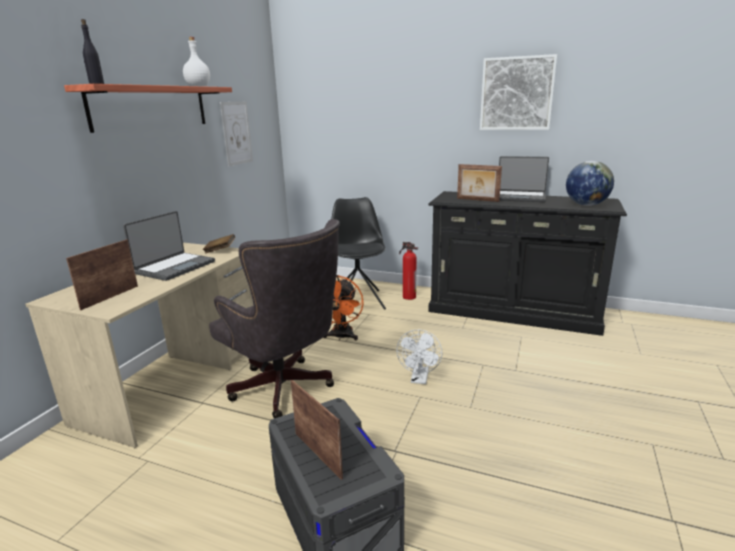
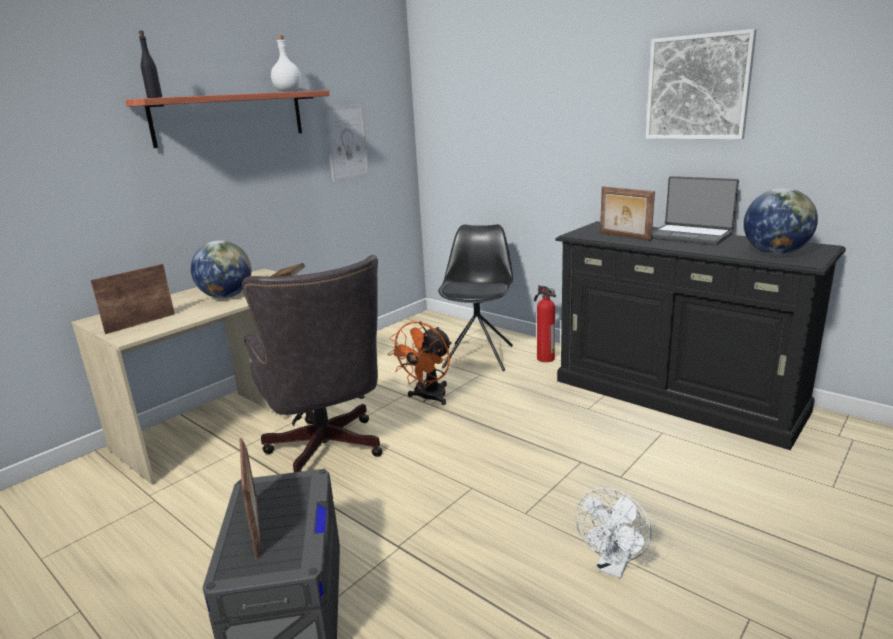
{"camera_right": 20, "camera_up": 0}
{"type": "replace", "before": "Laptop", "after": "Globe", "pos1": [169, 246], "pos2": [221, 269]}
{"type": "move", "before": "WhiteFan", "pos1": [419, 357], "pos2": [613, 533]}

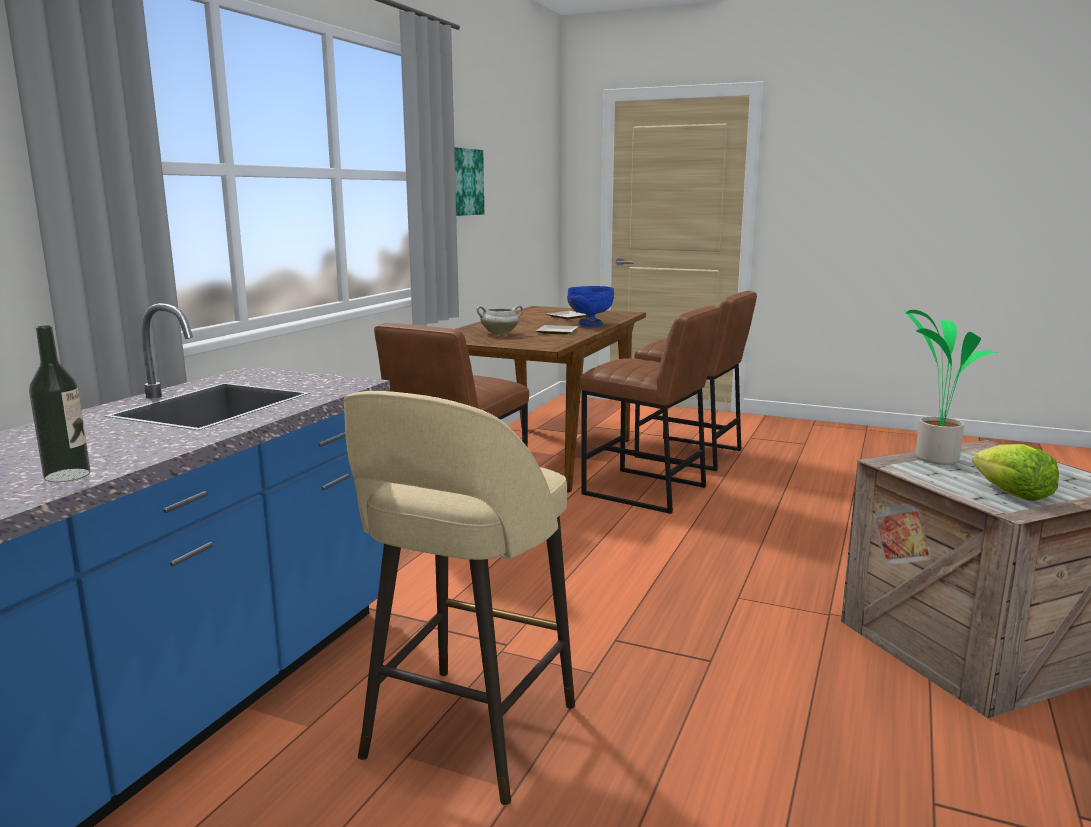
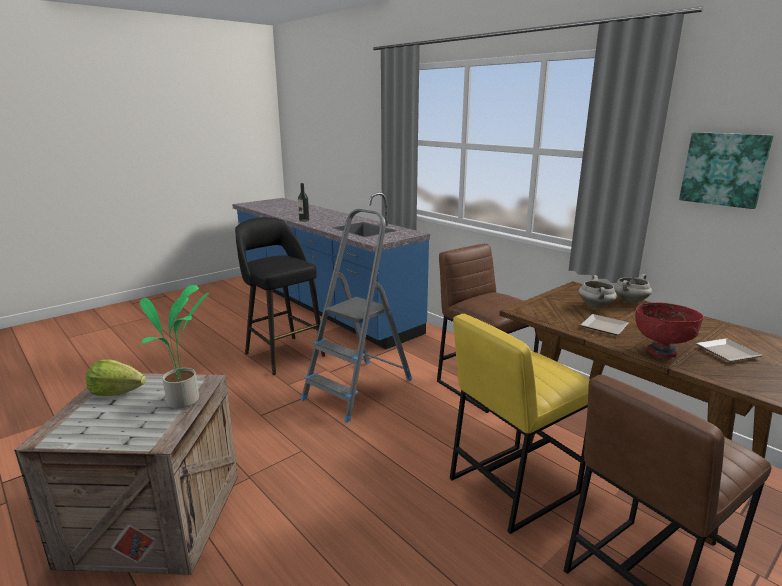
{"camera_right": 115, "camera_up": 5}
{"type": "recolor", "before": "BeigeStool", "after": "BlackStool", "pos1": [459, 598], "pos2": [280, 296]}
{"type": "insert", "after": "GreyStepLadder", "pos2": [356, 316]}
{"type": "recolor", "before": "BrownChair", "after": "YellowChair", "pos1": [650, 409], "pos2": [520, 424]}
{"type": "insert", "after": "WhiteCookingPot", "pos2": [633, 289]}
{"type": "recolor", "before": "BlueBowl", "after": "RedBowl", "pos1": [590, 306], "pos2": [669, 330]}

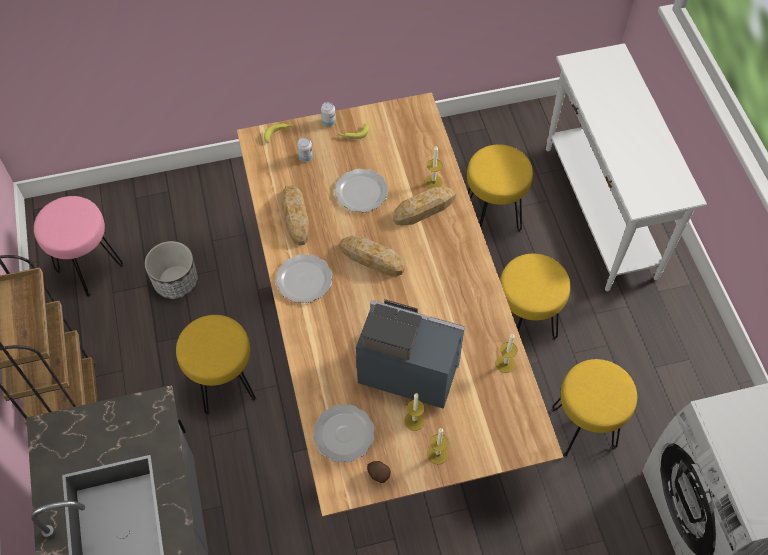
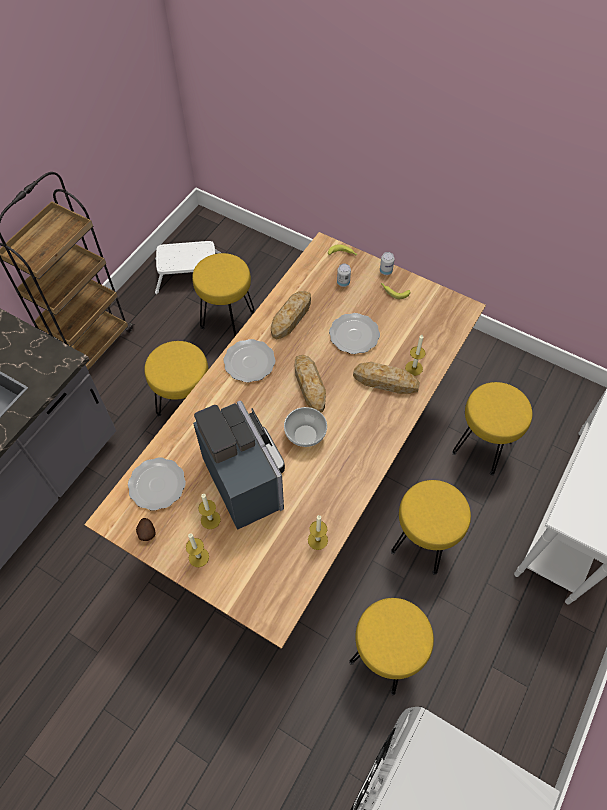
{"camera_right": 45, "camera_up": 0}
{"type": "replace", "before": "PinkStool", "after": "WhiteStepLadder", "pos1": [78, 246], "pos2": [188, 267]}
{"type": "replace", "before": "Planter", "after": "YellowStool", "pos1": [171, 270], "pos2": [223, 295]}
{"type": "insert", "after": "Bowl", "pos2": [305, 427]}

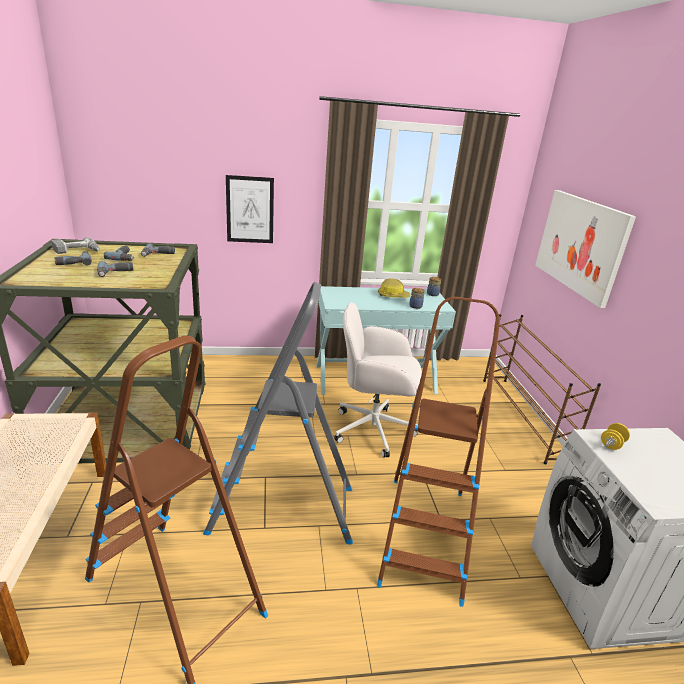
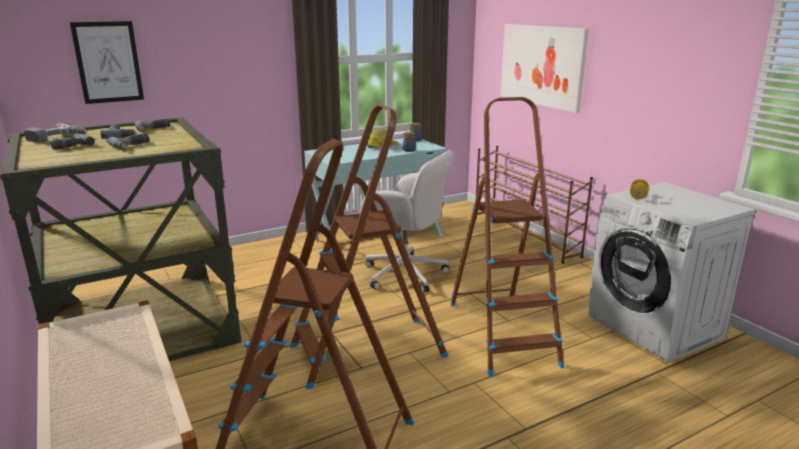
{"camera_right": -20, "camera_up": -5}
{"type": "move", "before": "Picture", "pos1": [250, 209], "pos2": [107, 62]}
{"type": "recolor", "before": "GreyStepLadder", "after": "BrownStepLadder", "pos1": [278, 413], "pos2": [369, 246]}
{"type": "rotate", "before": "WhiteOfficeChair", "pos1": [378, 380], "pos2": [406, 221], "turn": -135}

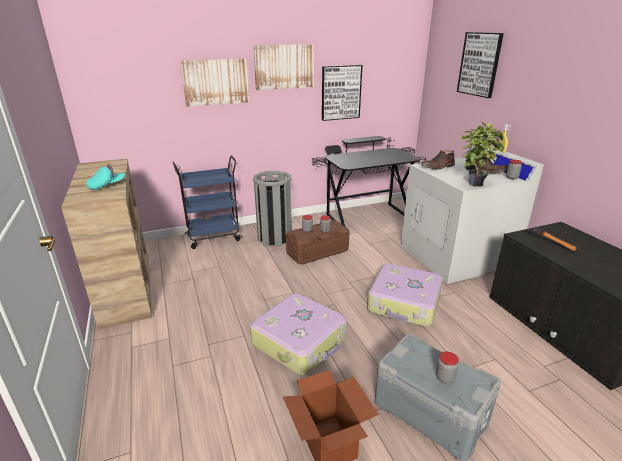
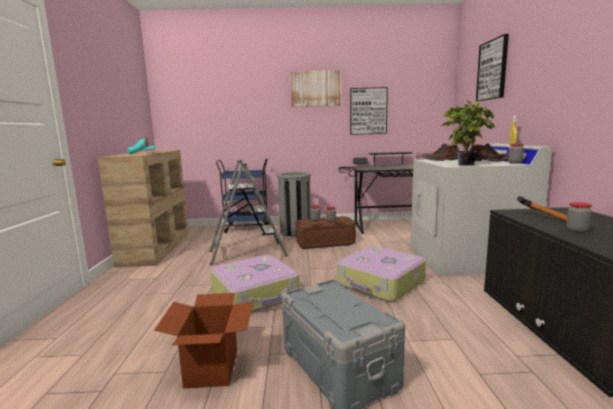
{"camera_right": 20, "camera_up": -15}
{"type": "insert", "after": "GreyStepLadder", "pos2": [248, 212]}
{"type": "move", "before": "Jar", "pos1": [447, 367], "pos2": [579, 217]}
{"type": "delete", "before": "Picture", "pos1": [214, 83]}

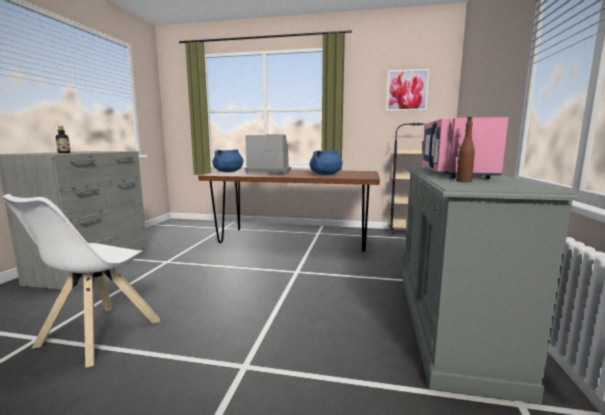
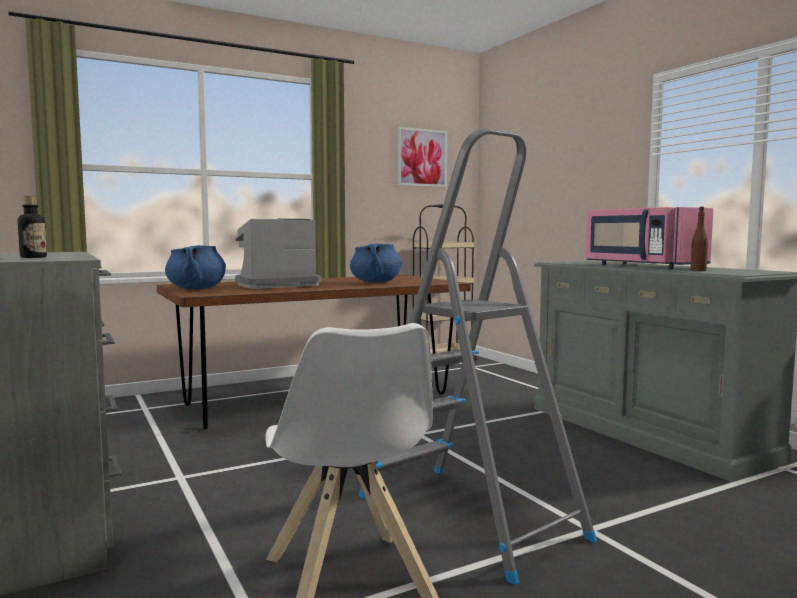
{"camera_right": -40, "camera_up": -5}
{"type": "insert", "after": "GreyStepLadder", "pos2": [478, 356]}

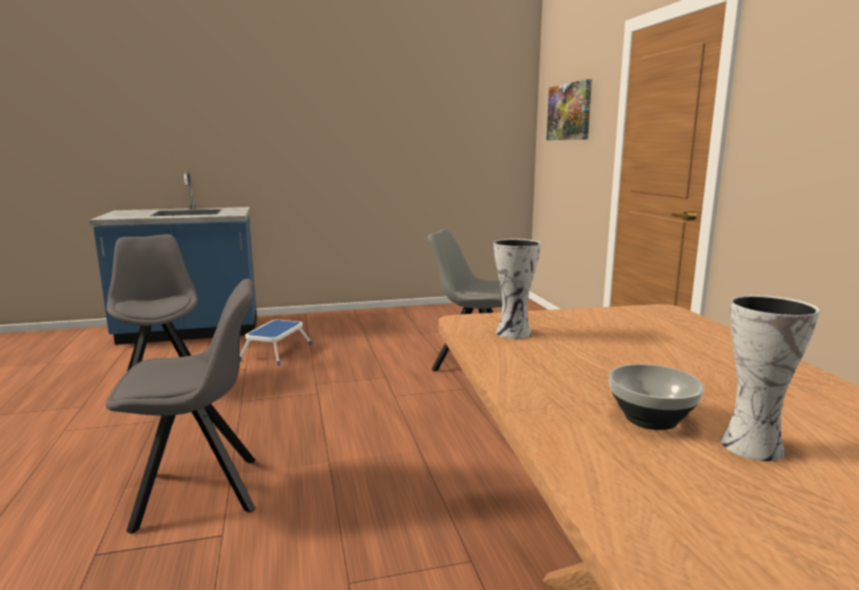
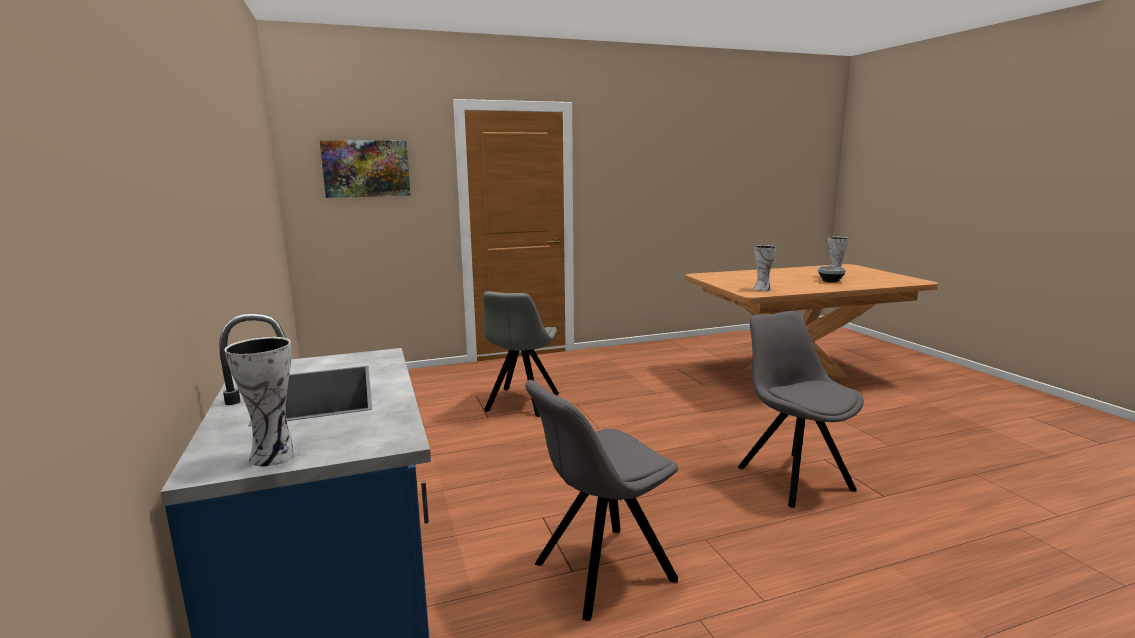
{"camera_right": -95, "camera_up": 0}
{"type": "insert", "after": "Vase", "pos2": [261, 401]}
{"type": "delete", "before": "BlueStepLadder", "pos1": [276, 343]}

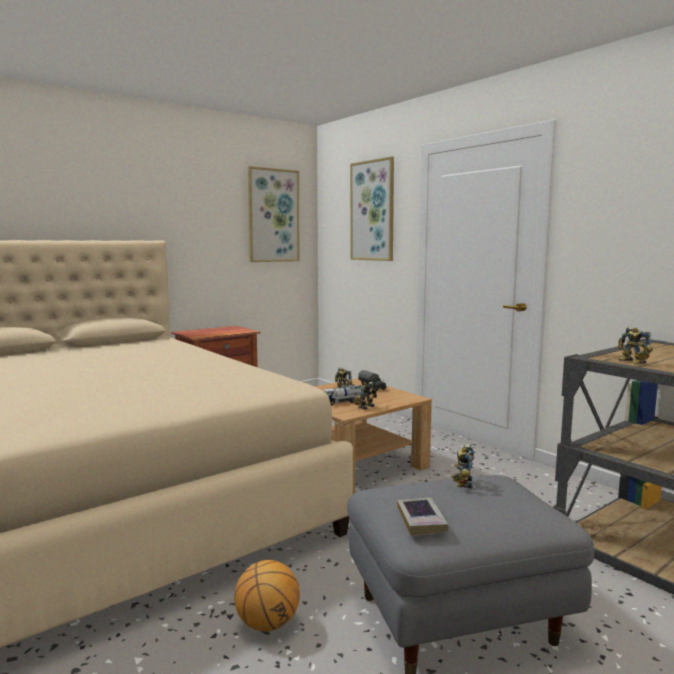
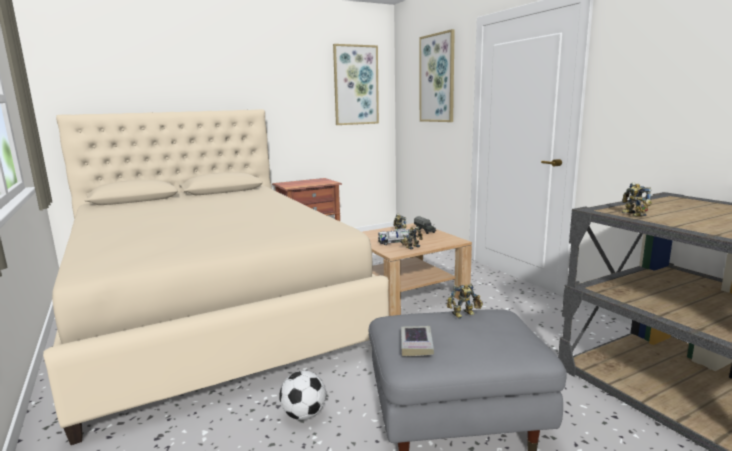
{"camera_right": 10, "camera_up": 5}
{"type": "replace", "before": "Basketball", "after": "Football", "pos1": [267, 596], "pos2": [302, 395]}
{"type": "rotate", "before": "ToyRobot", "pos1": [463, 465], "pos2": [465, 301], "turn": -135}

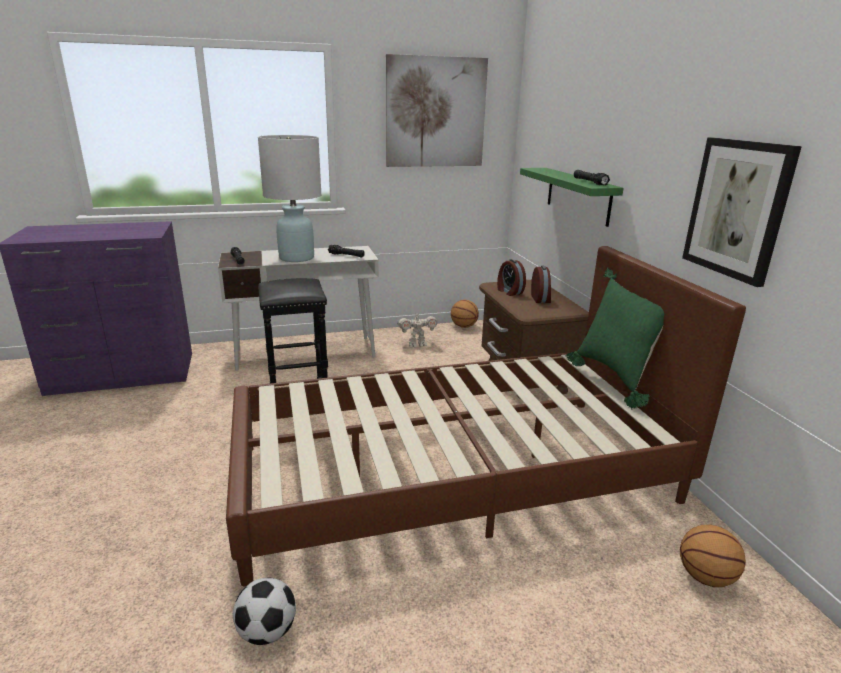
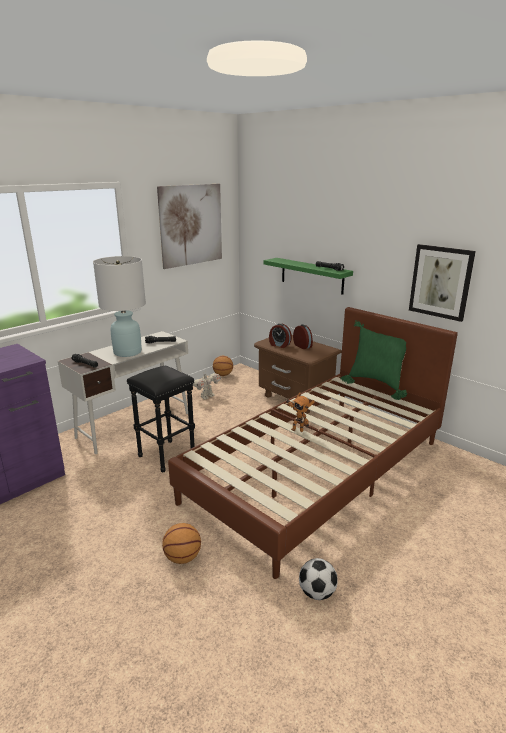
{"camera_right": -30, "camera_up": 0}
{"type": "move", "before": "Basketball", "pos1": [713, 556], "pos2": [181, 543]}
{"type": "insert", "after": "ToyRobot", "pos2": [300, 412]}

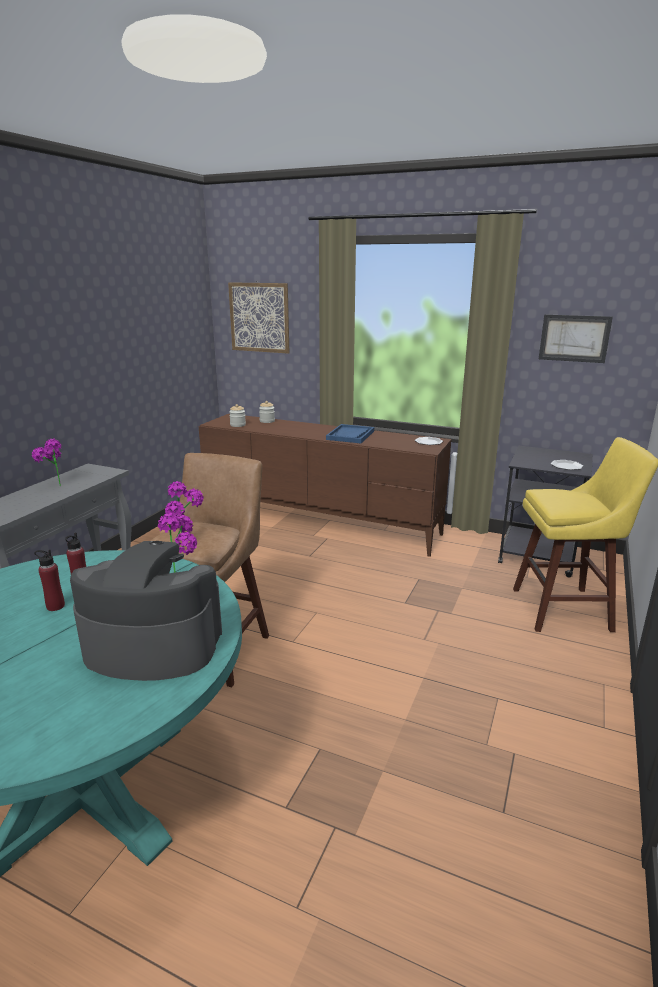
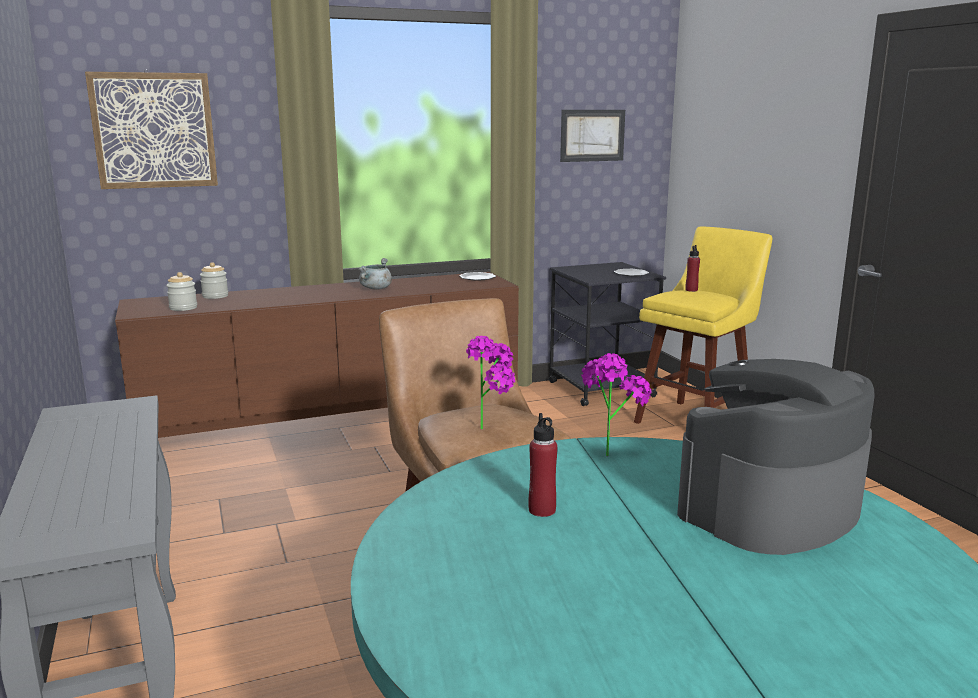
{"camera_right": -45, "camera_up": -5}
{"type": "replace", "before": "BlueTray", "after": "GreyCookingPot", "pos1": [350, 433], "pos2": [375, 274]}
{"type": "move", "before": "RedBottle", "pos1": [49, 580], "pos2": [692, 268]}
{"type": "delete", "before": "PottedPlant", "pos1": [47, 462]}

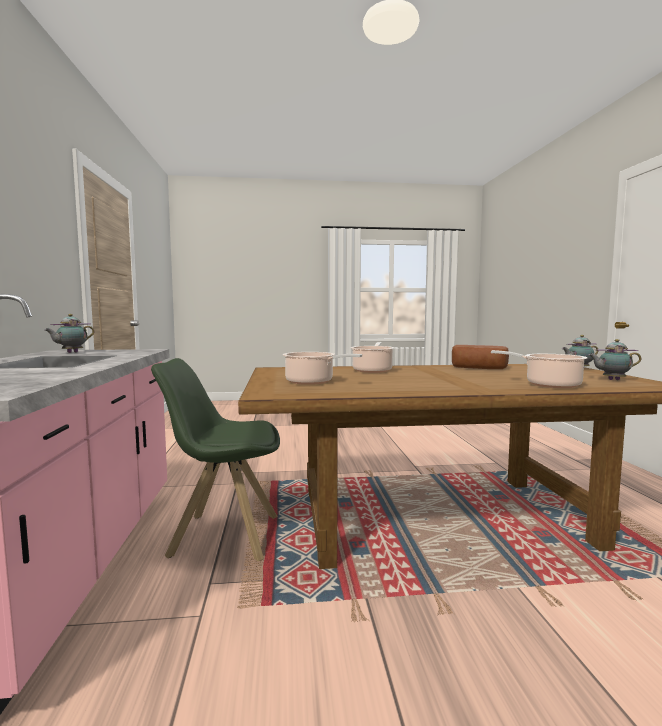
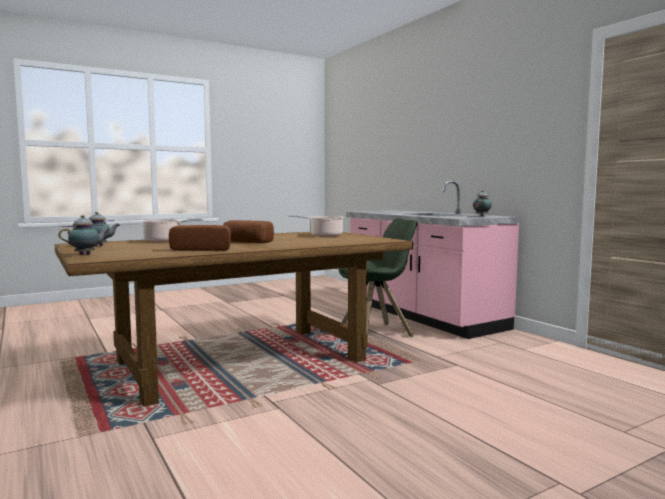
{"camera_right": 155, "camera_up": 0}
{"type": "insert", "after": "Bread", "pos2": [248, 231]}
{"type": "delete", "before": "CookingPot", "pos1": [373, 357]}

